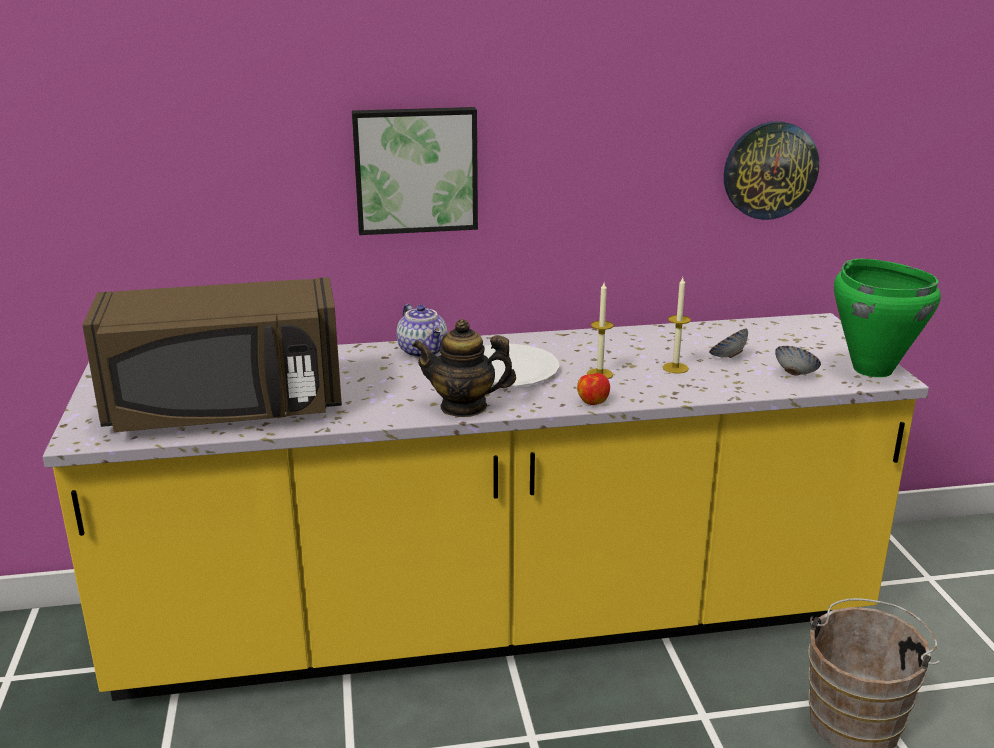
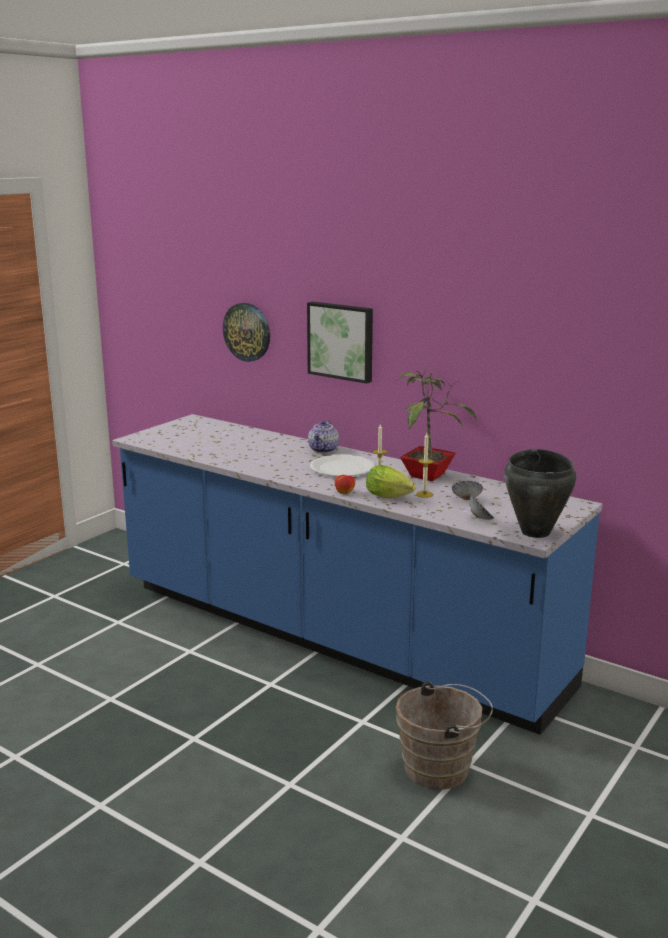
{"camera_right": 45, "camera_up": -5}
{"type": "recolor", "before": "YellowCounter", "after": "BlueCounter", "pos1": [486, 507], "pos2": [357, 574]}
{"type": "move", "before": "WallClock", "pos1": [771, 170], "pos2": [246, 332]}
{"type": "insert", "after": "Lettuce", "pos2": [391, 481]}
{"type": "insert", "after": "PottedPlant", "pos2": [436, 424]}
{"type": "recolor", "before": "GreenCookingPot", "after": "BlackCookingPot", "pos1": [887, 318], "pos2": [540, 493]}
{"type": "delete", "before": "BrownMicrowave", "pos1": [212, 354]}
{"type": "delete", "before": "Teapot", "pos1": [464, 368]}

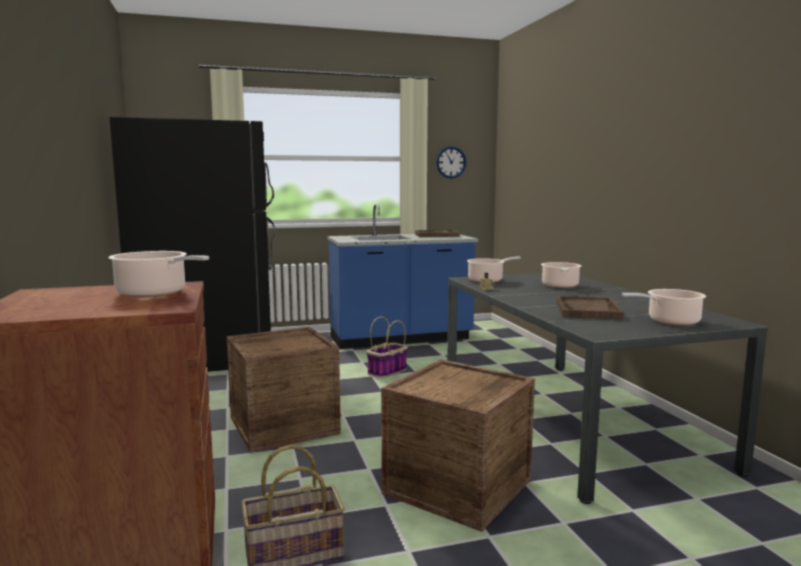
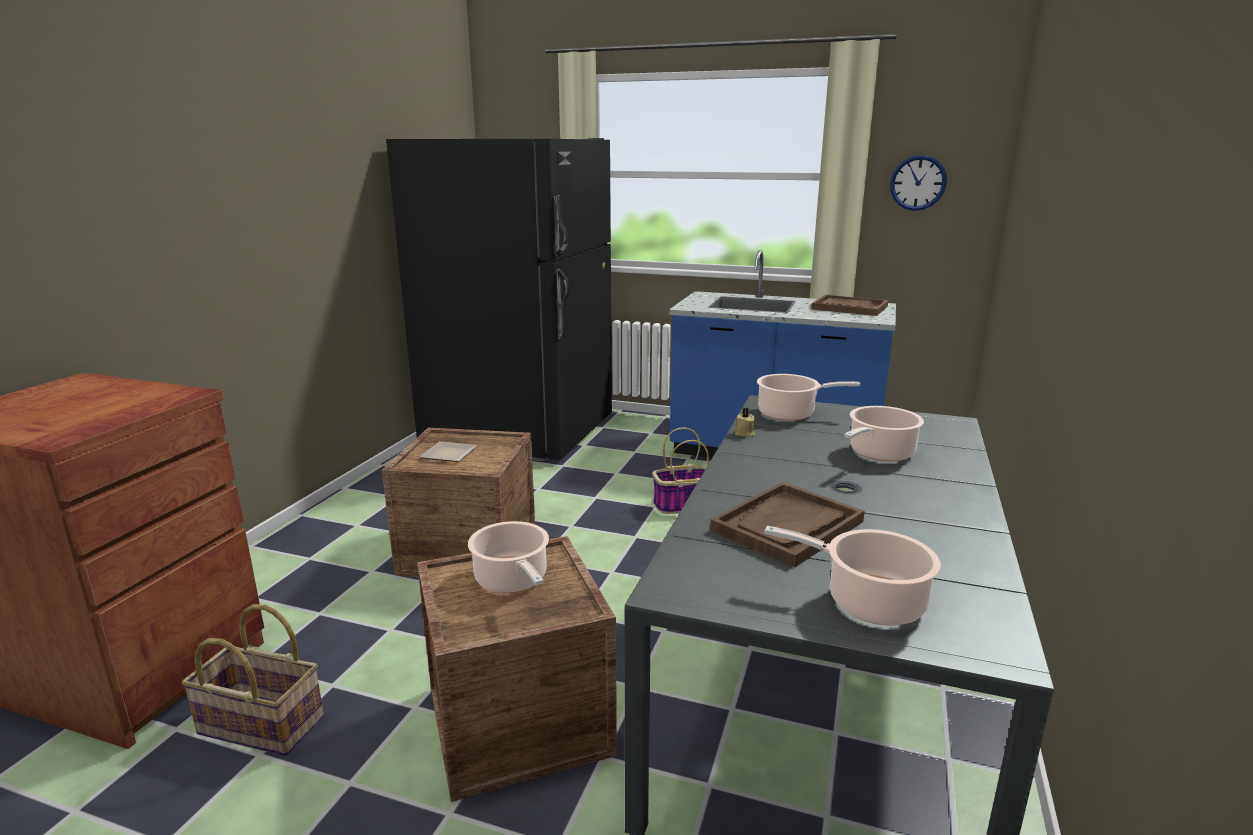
{"camera_right": 35, "camera_up": 10}
{"type": "insert", "after": "Plate", "pos2": [448, 451]}
{"type": "move", "before": "CookingPot", "pos1": [158, 274], "pos2": [508, 557]}

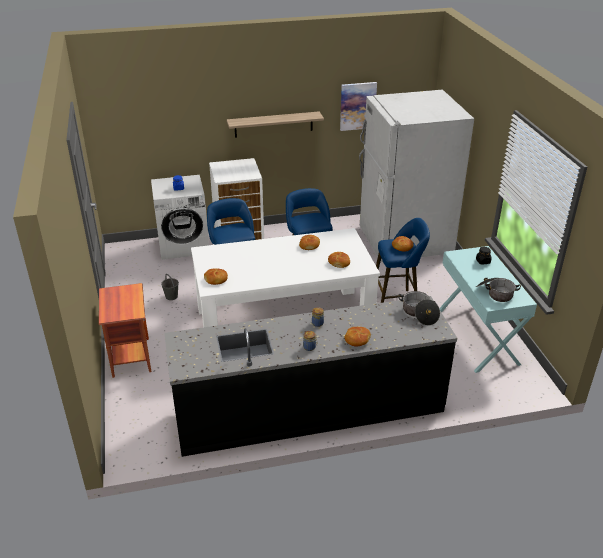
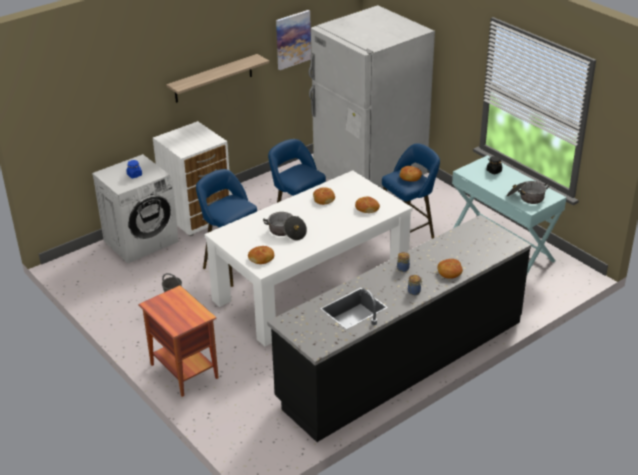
{"camera_right": -25, "camera_up": 0}
{"type": "move", "before": "CookingPot", "pos1": [419, 308], "pos2": [285, 226]}

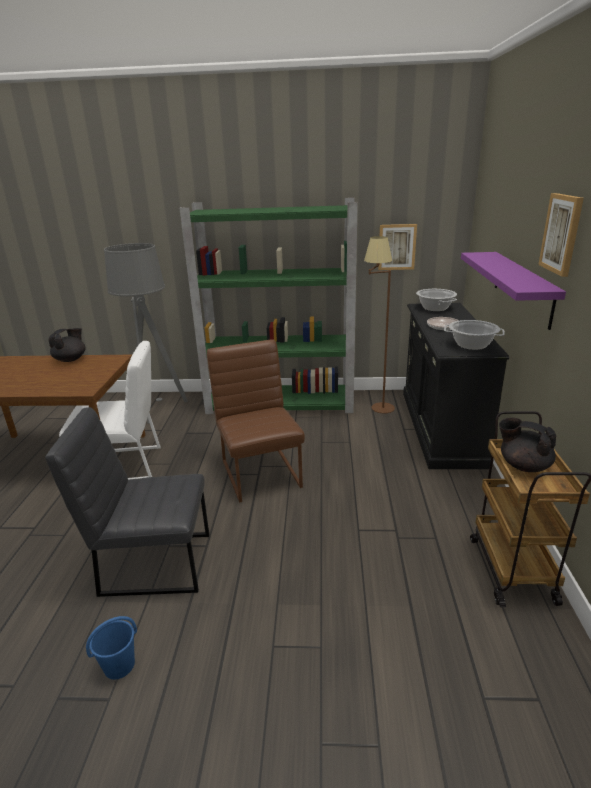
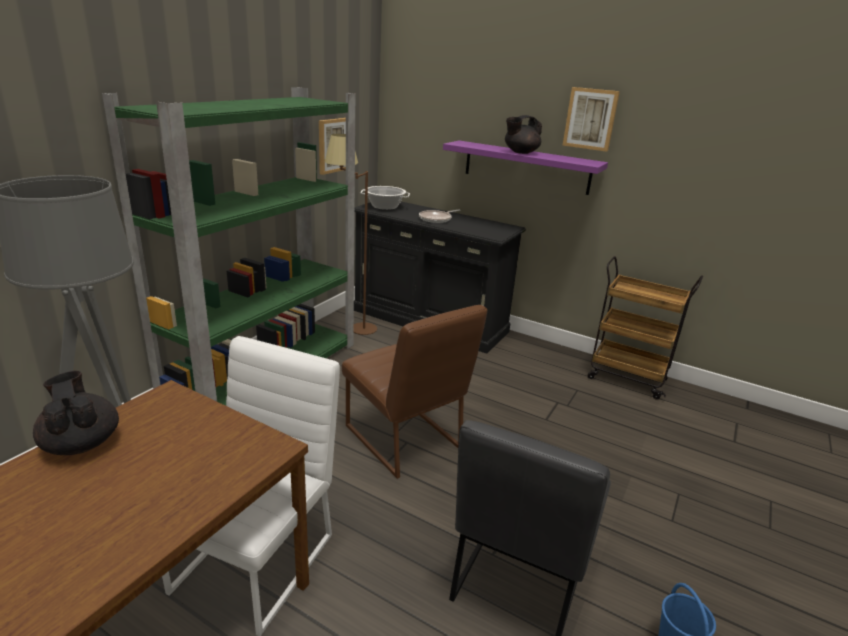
{"camera_right": -65, "camera_up": 0}
{"type": "rotate", "before": "BrownChair", "pos1": [256, 421], "pos2": [414, 392], "turn": -135}
{"type": "move", "before": "BlackTeapot", "pos1": [527, 445], "pos2": [523, 134]}
{"type": "delete", "before": "CookingPot", "pos1": [474, 335]}

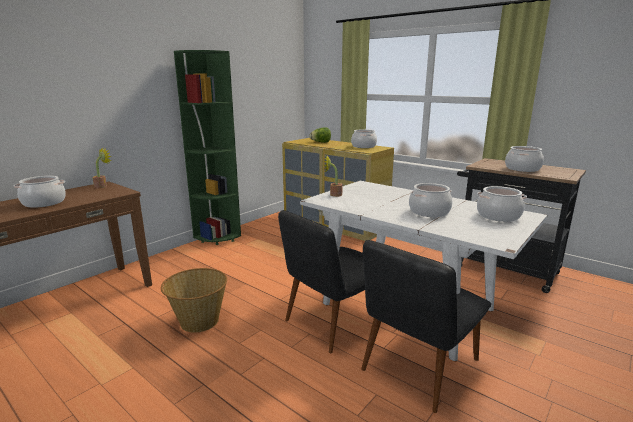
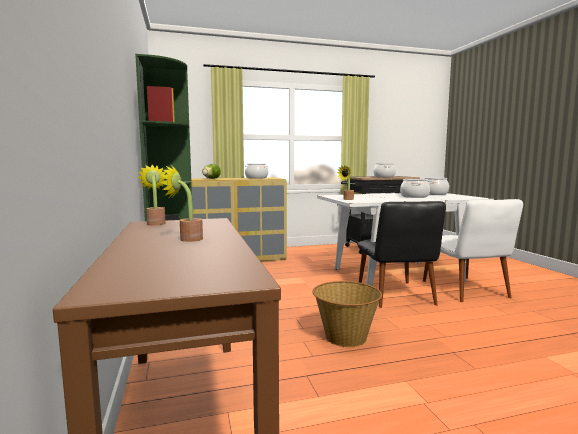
{"camera_right": -55, "camera_up": -10}
{"type": "replace", "before": "CookingPot", "after": "PottedPlant", "pos1": [40, 192], "pos2": [182, 203]}
{"type": "recolor", "before": "BlackChair", "after": "WhiteChair", "pos1": [426, 326], "pos2": [473, 250]}

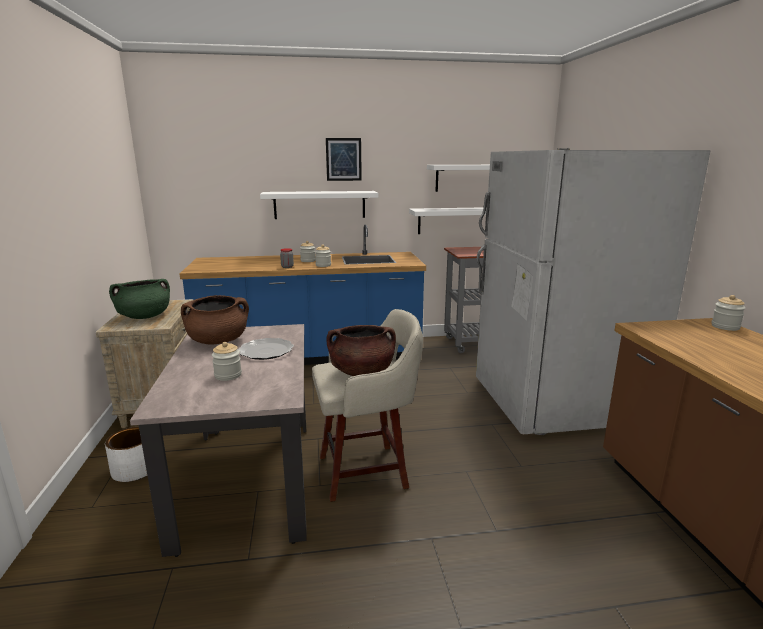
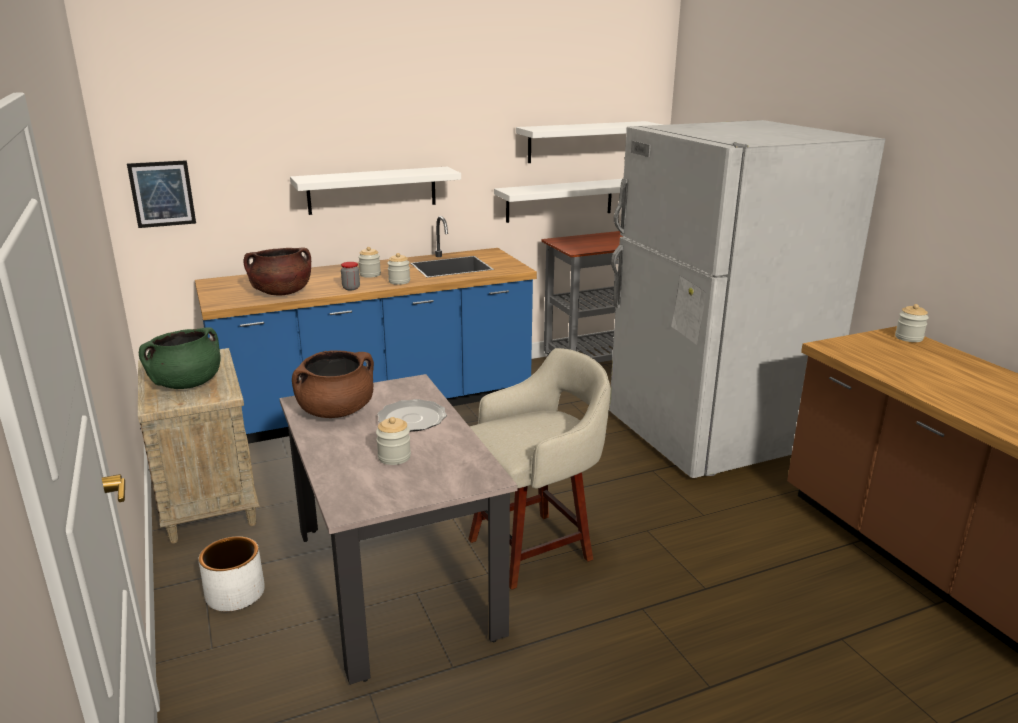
{"camera_right": -15, "camera_up": 5}
{"type": "move", "before": "Picture", "pos1": [344, 159], "pos2": [161, 194]}
{"type": "move", "before": "BrownCookingPot", "pos1": [361, 350], "pos2": [277, 271]}

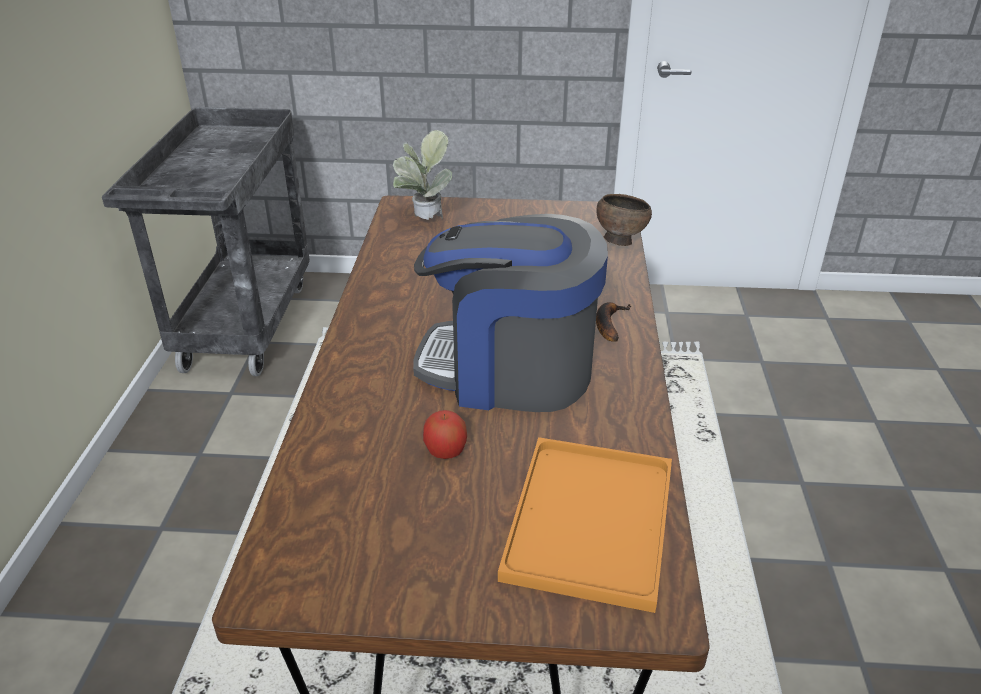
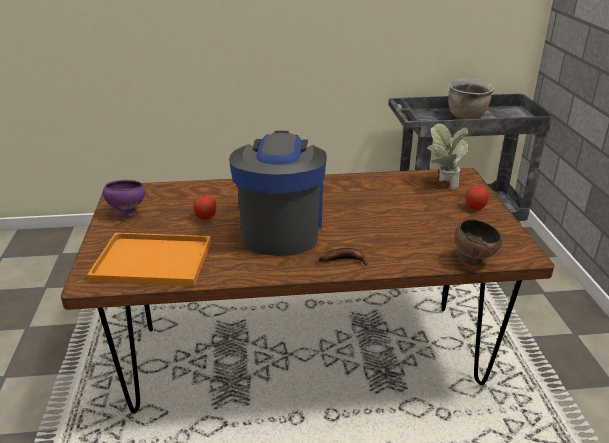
{"camera_right": 80, "camera_up": -5}
{"type": "insert", "after": "PurpleBowl", "pos2": [124, 198]}
{"type": "insert", "after": "BrownCookingPot", "pos2": [471, 98]}
{"type": "insert", "after": "Apple", "pos2": [477, 197]}

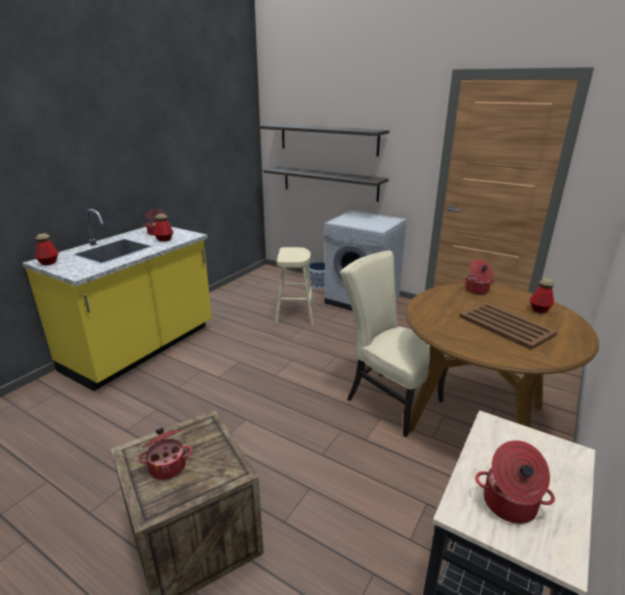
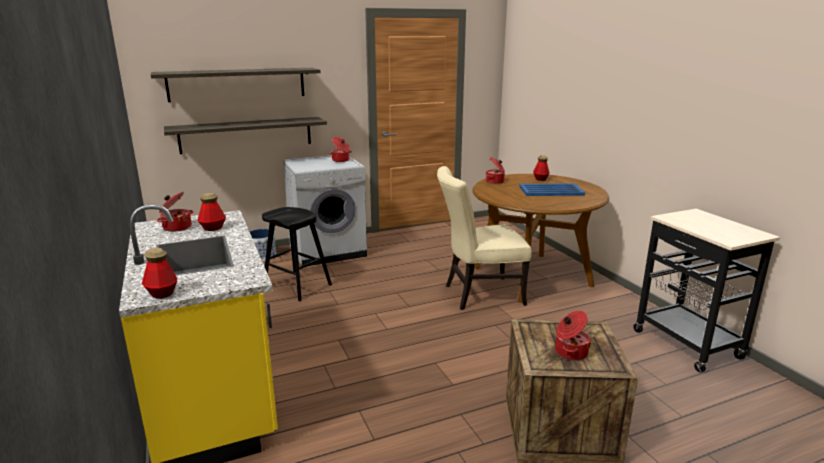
{"camera_right": -55, "camera_up": -5}
{"type": "recolor", "before": "BeigeStool", "after": "BlackStool", "pos1": [294, 286], "pos2": [297, 254]}
{"type": "move", "before": "CookingPot", "pos1": [515, 482], "pos2": [340, 149]}
{"type": "recolor", "before": "BrownTray", "after": "BlueTray", "pos1": [508, 326], "pos2": [552, 189]}

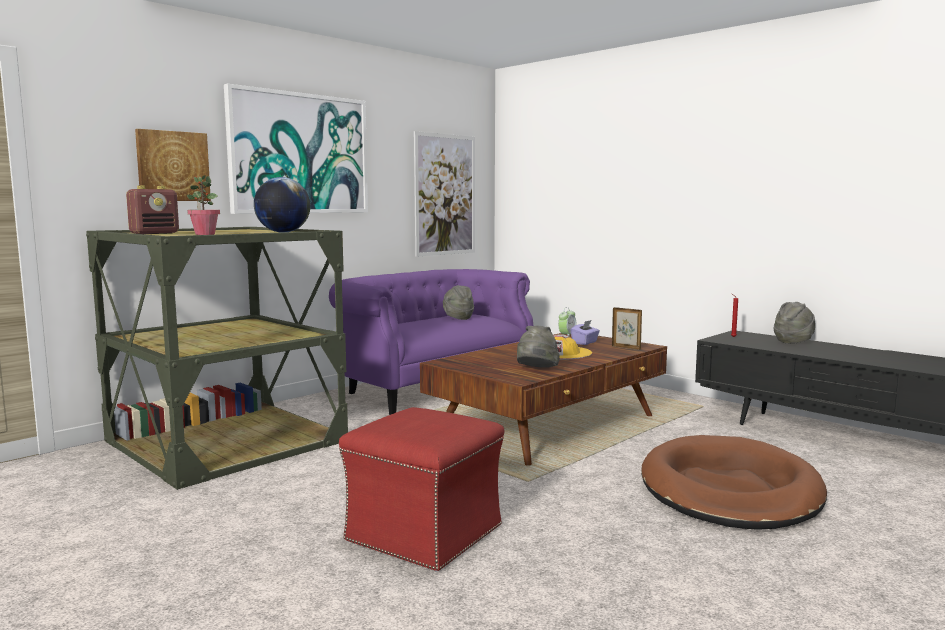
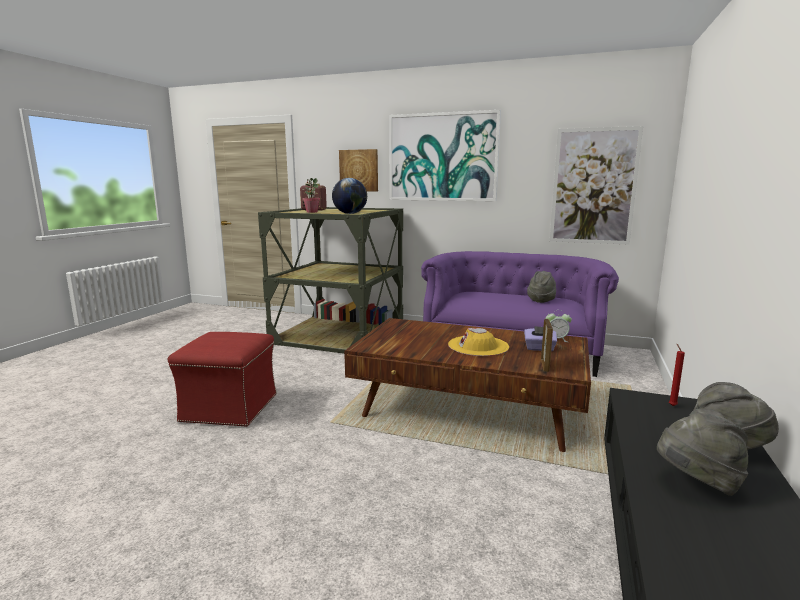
{"camera_right": 65, "camera_up": 5}
{"type": "move", "before": "GreyHat", "pos1": [538, 347], "pos2": [702, 452]}
{"type": "delete", "before": "BrownDogBed", "pos1": [734, 482]}

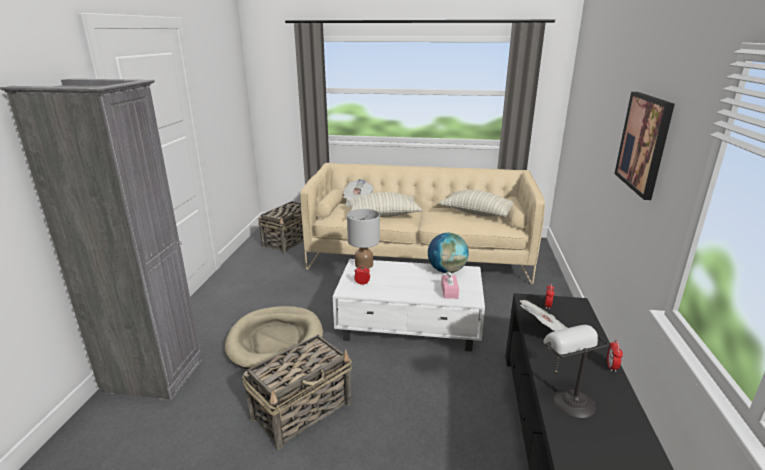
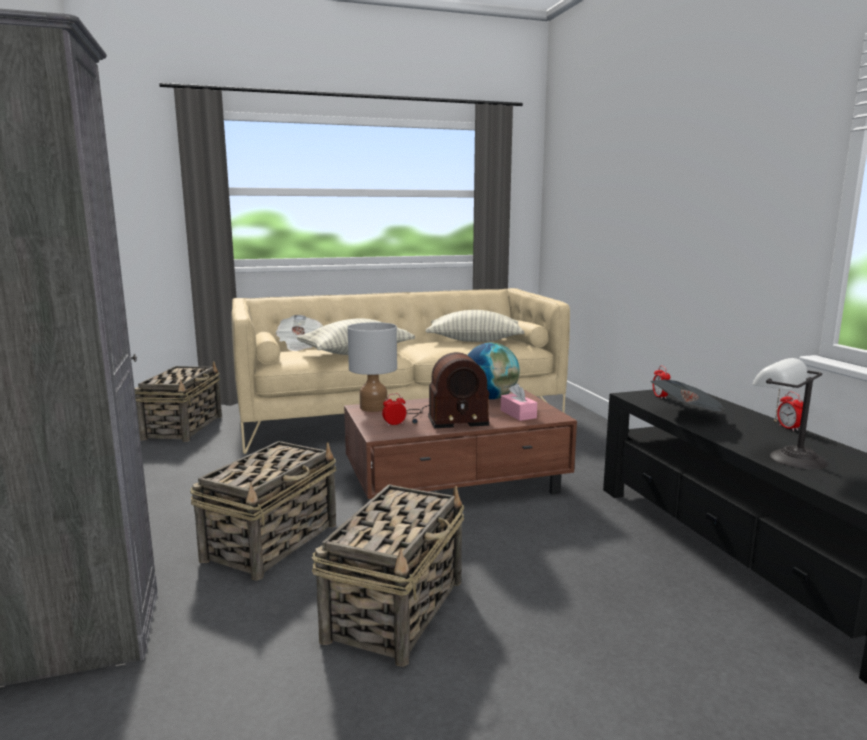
{"camera_right": -25, "camera_up": -10}
{"type": "replace", "before": "BeigeDogBed", "after": "Basket", "pos1": [274, 337], "pos2": [263, 511]}
{"type": "recolor", "before": "WhiteCoffeeTable", "after": "BrownCoffeeTable", "pos1": [409, 305], "pos2": [460, 444]}
{"type": "insert", "after": "Radio", "pos2": [448, 390]}
{"type": "delete", "before": "Picture", "pos1": [644, 146]}

